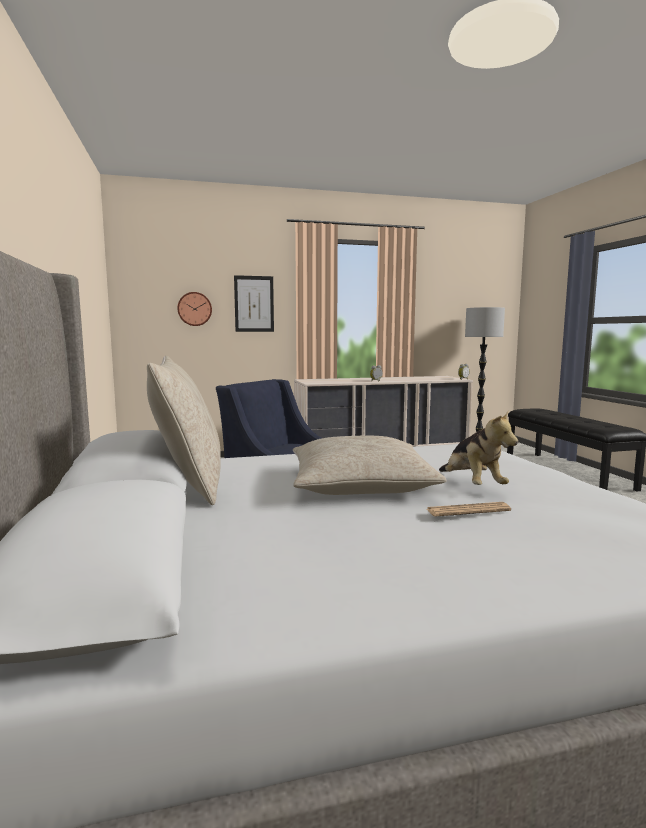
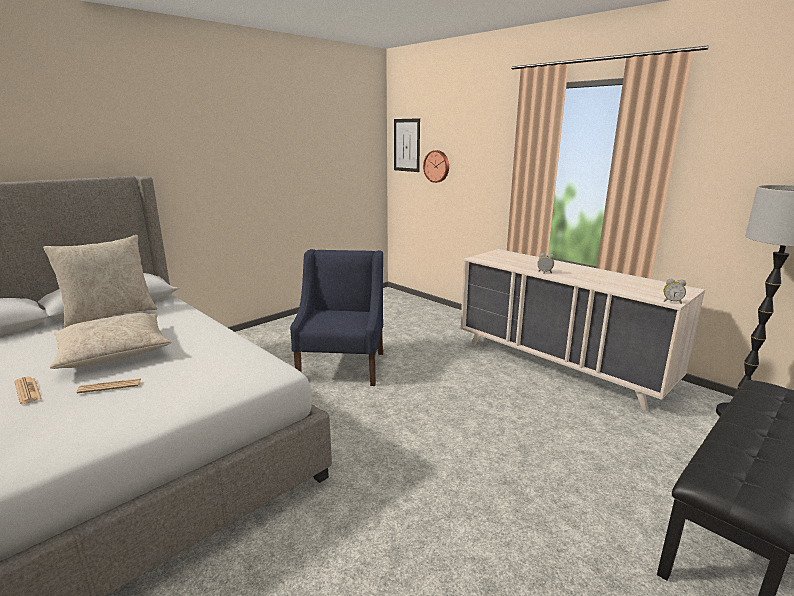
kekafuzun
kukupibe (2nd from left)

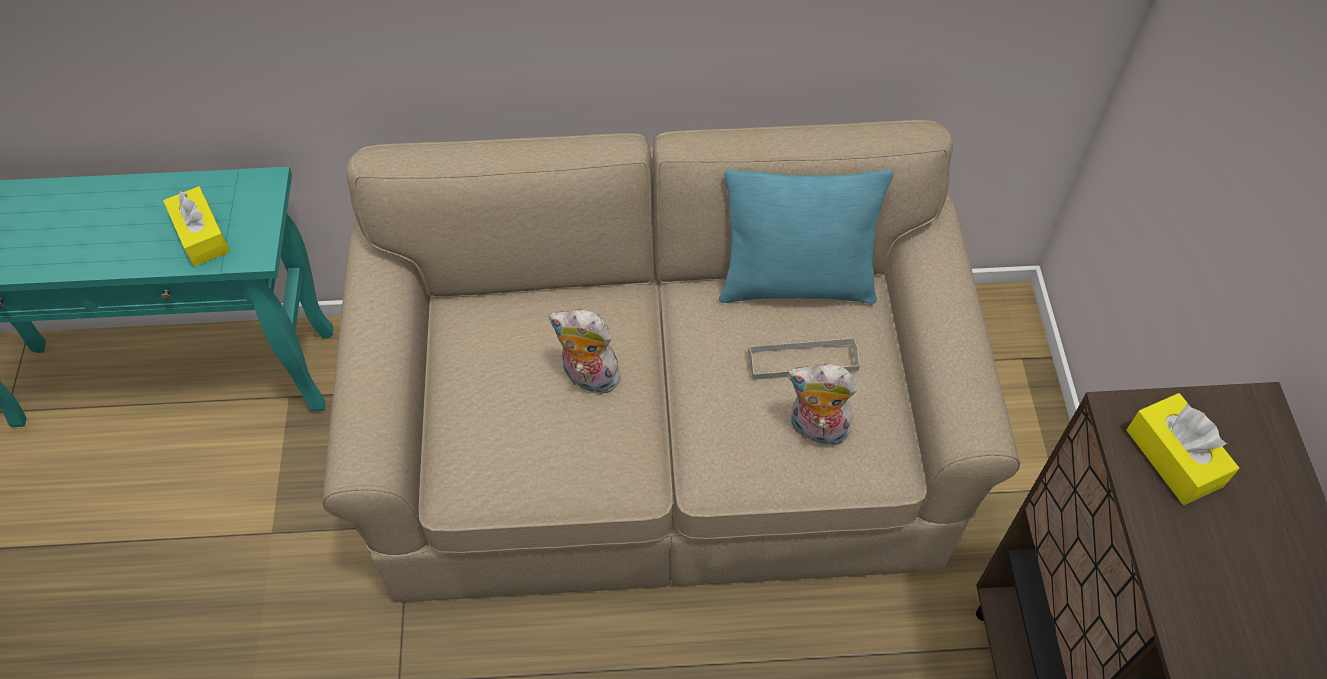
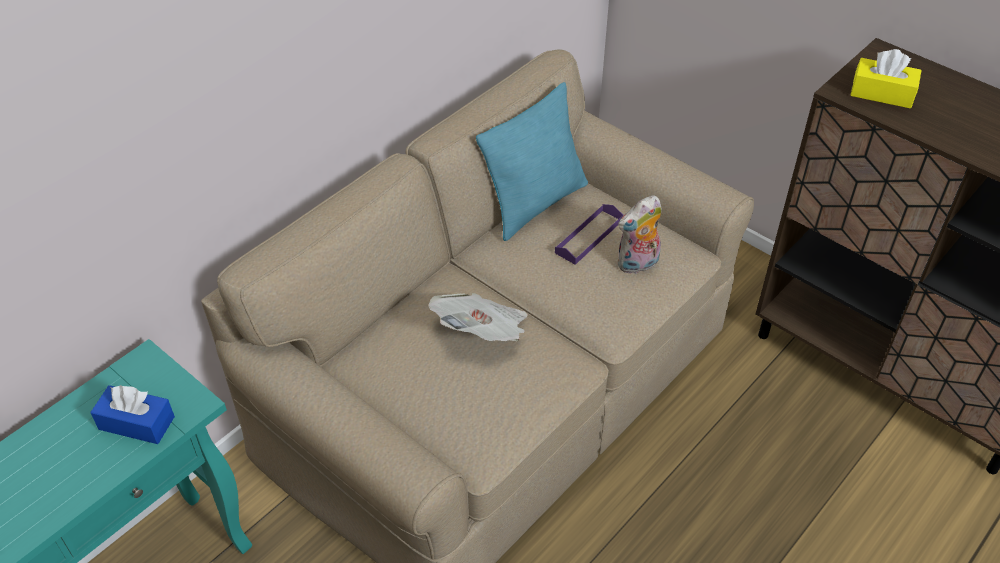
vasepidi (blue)
kukupibe
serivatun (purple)

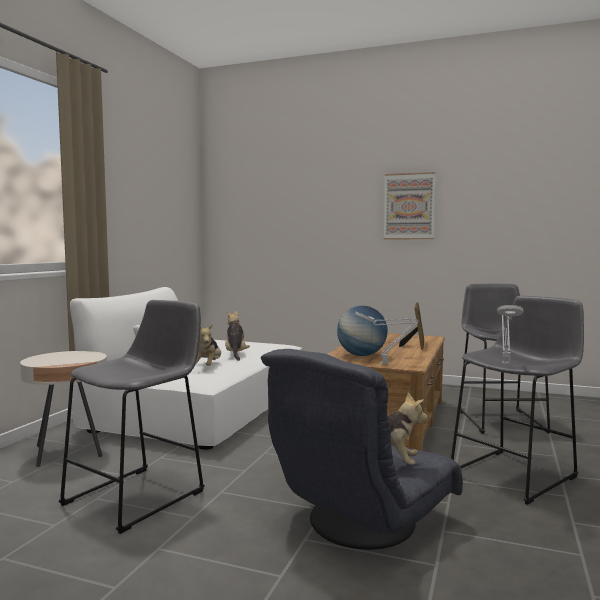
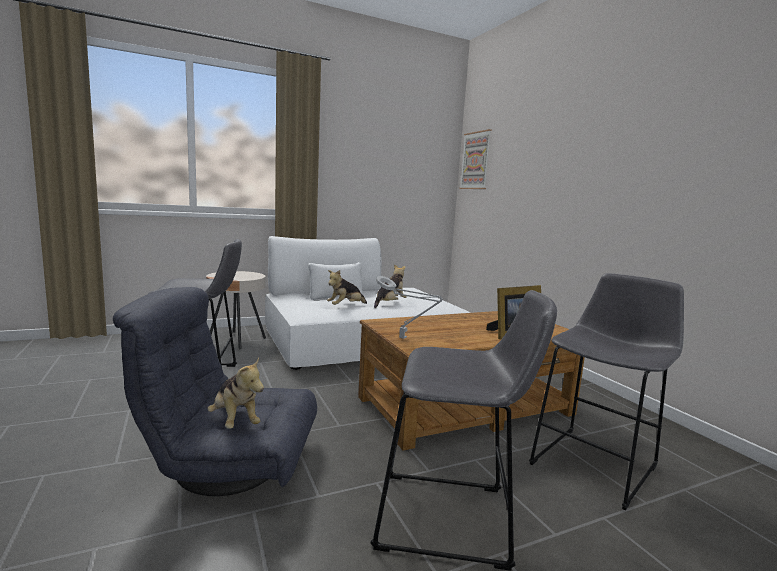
kekafuzun
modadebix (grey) (2nd from left in the first image)
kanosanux

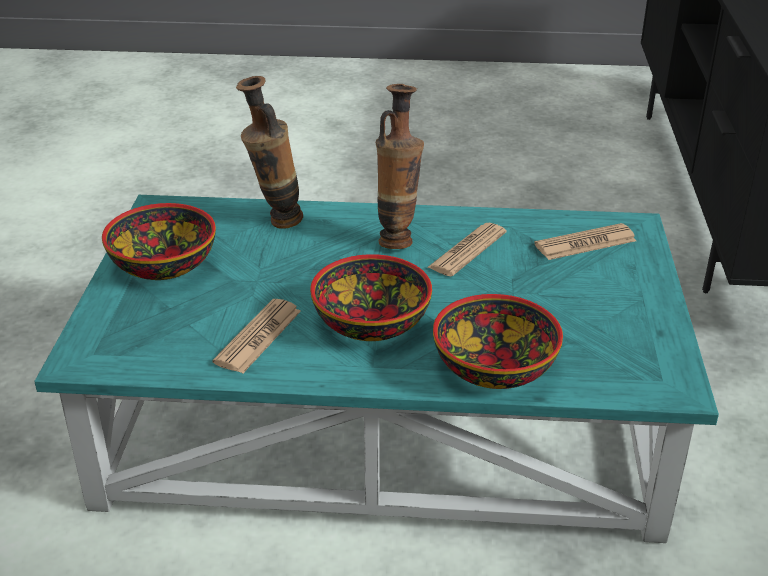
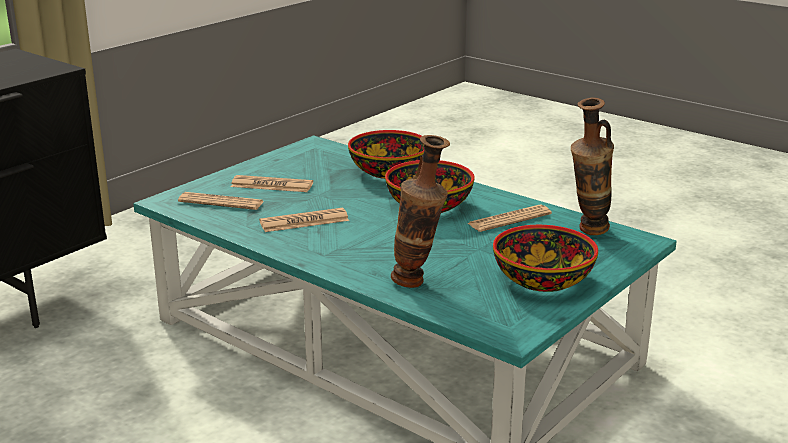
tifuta (2nd from left)
kukupibe (2nd from left)

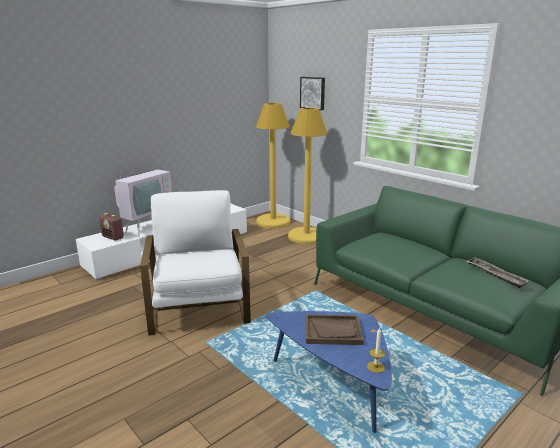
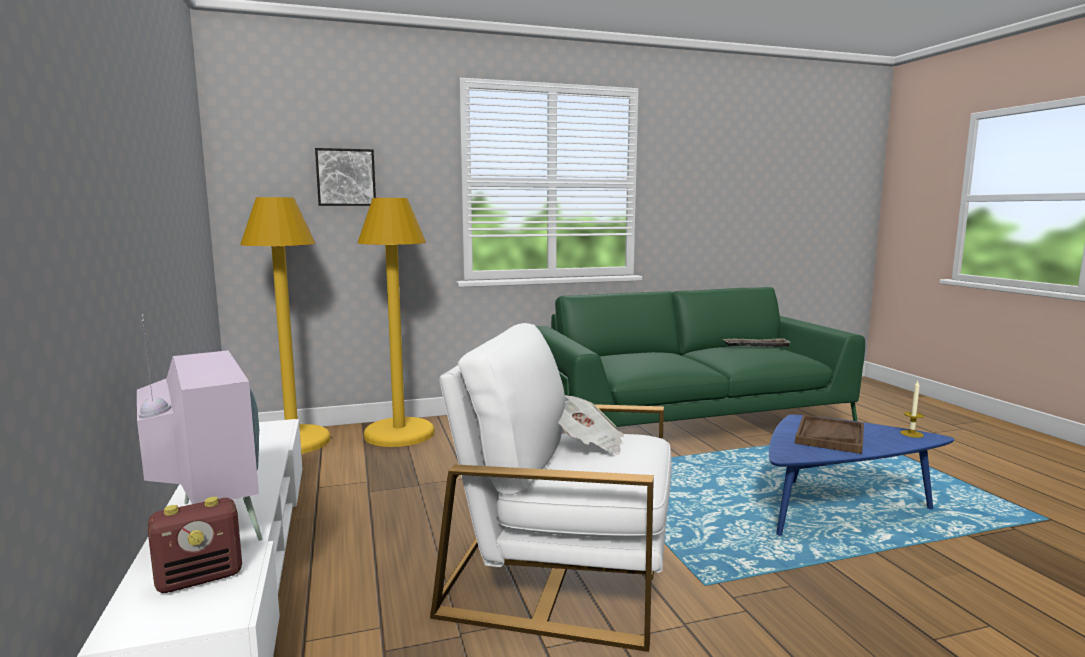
kukupibe

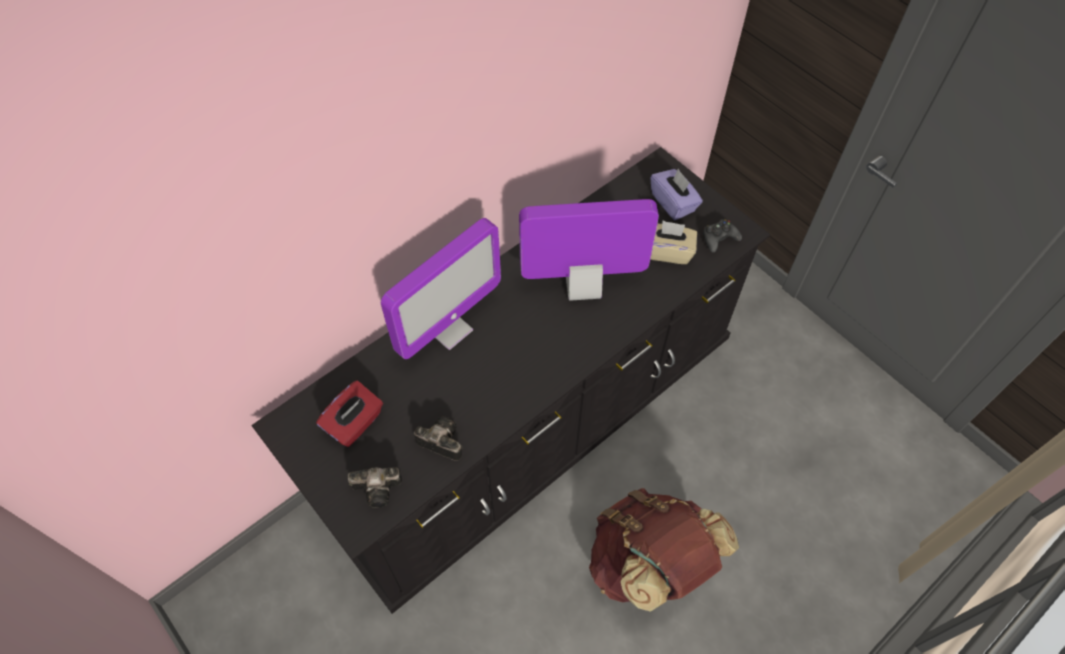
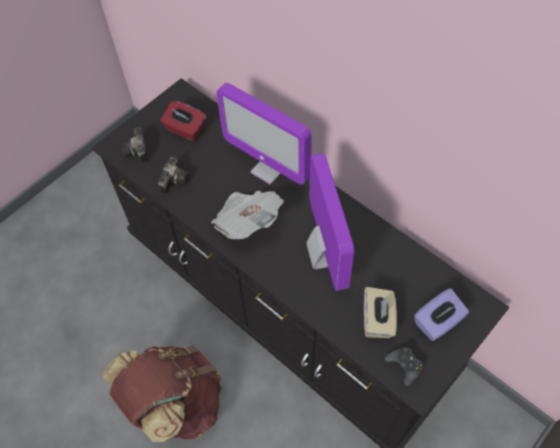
kukupibe

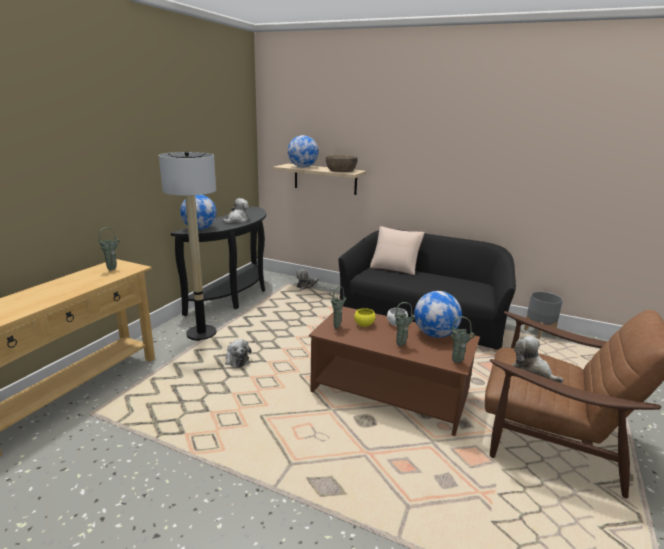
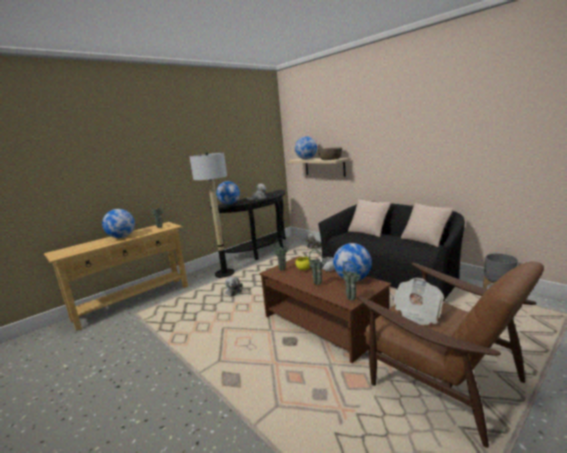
kukupibe
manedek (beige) (2nd from left)
kanosanux (1st from left)

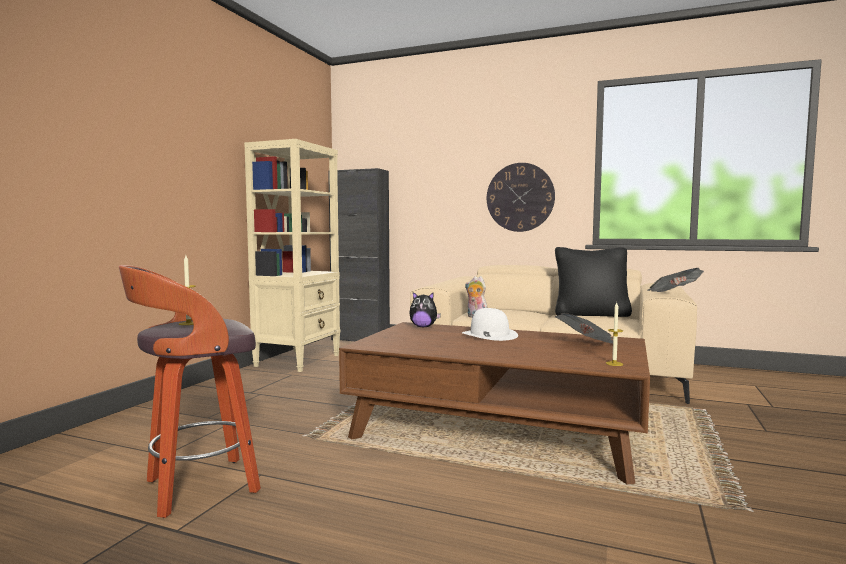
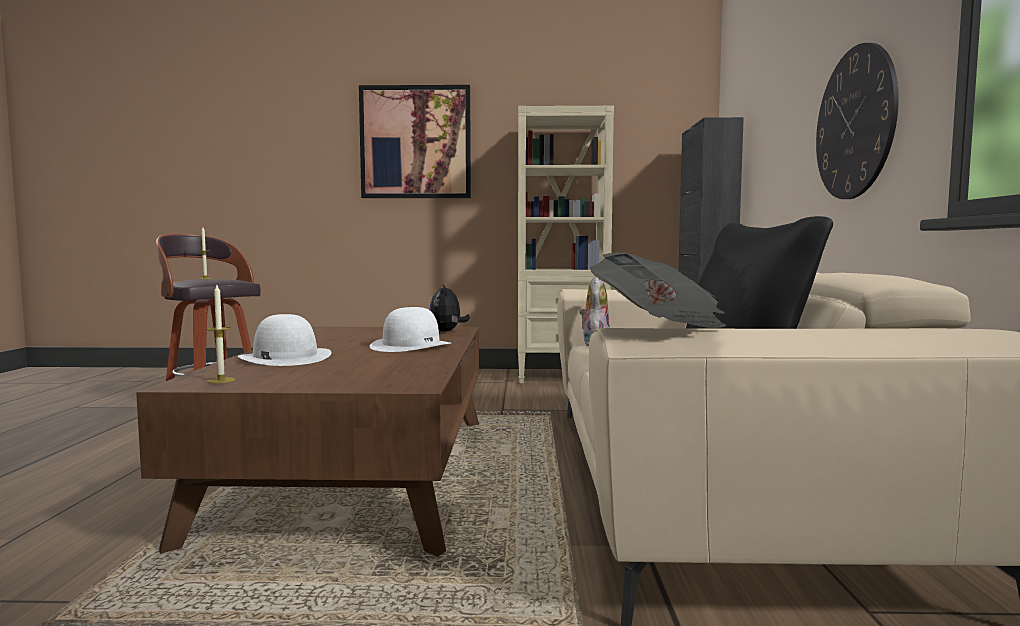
kukupibe (1st from left in the first image)
kekafuzun
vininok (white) (1st from left)

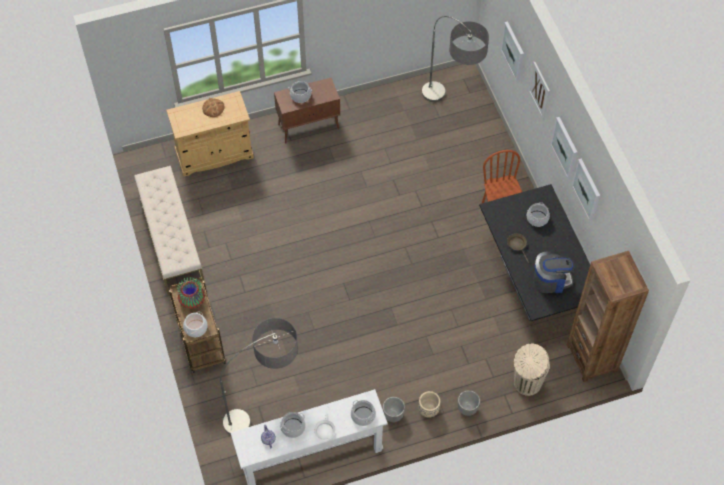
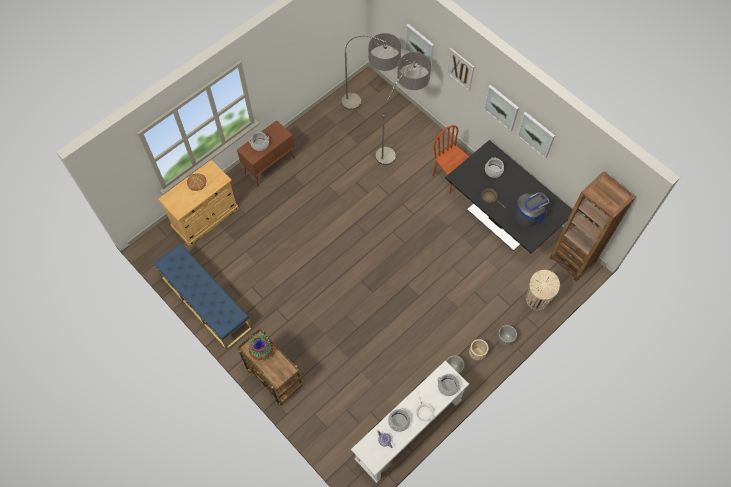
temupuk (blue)
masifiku (1st from left in the first image)
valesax (2nd from left)

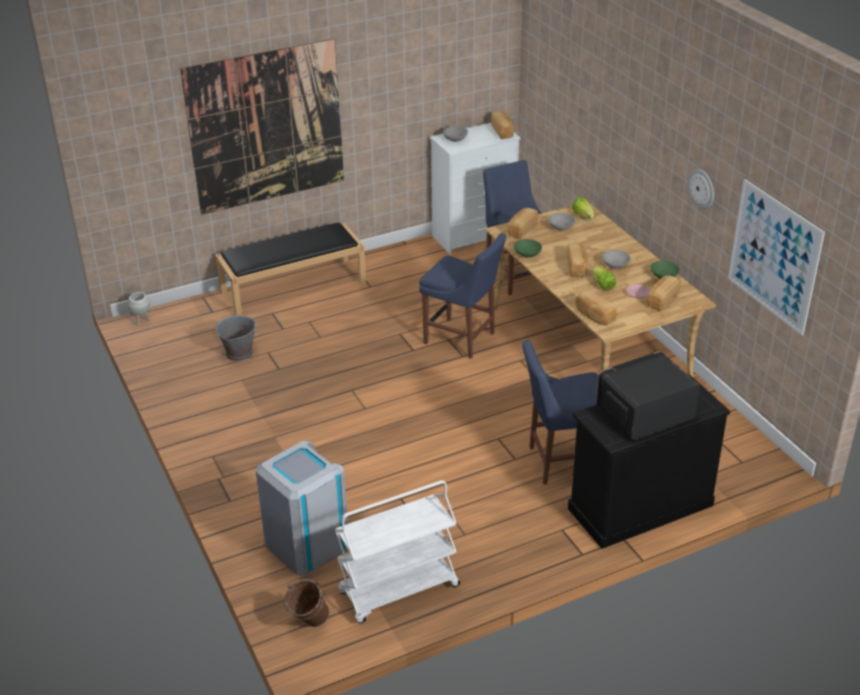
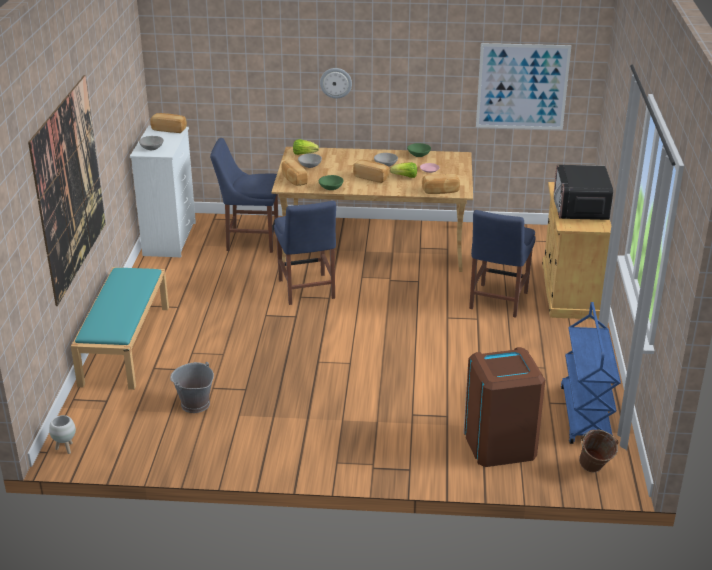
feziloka
temupuk (turquoise)
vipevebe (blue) (2nd from left)
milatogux (5th from left in the first image)
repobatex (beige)
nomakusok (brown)
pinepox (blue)

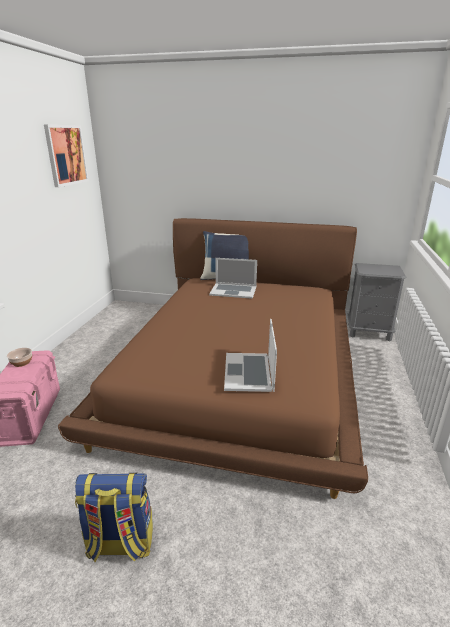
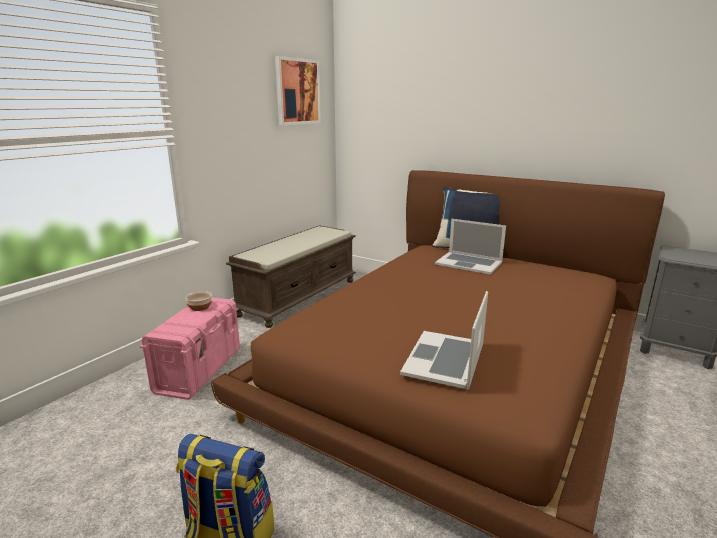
temupuk (brown)

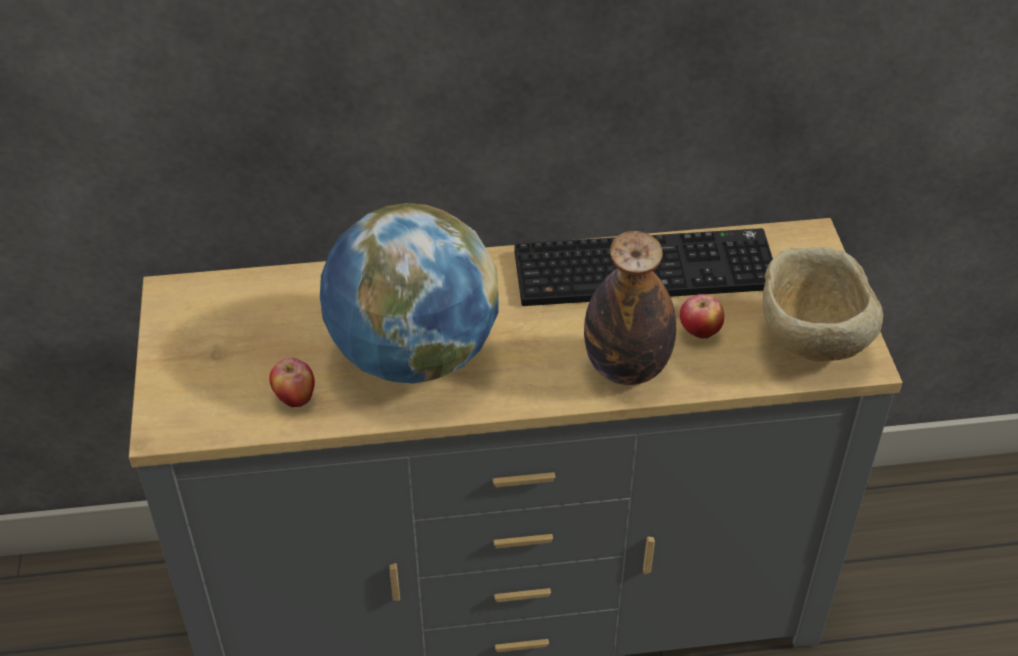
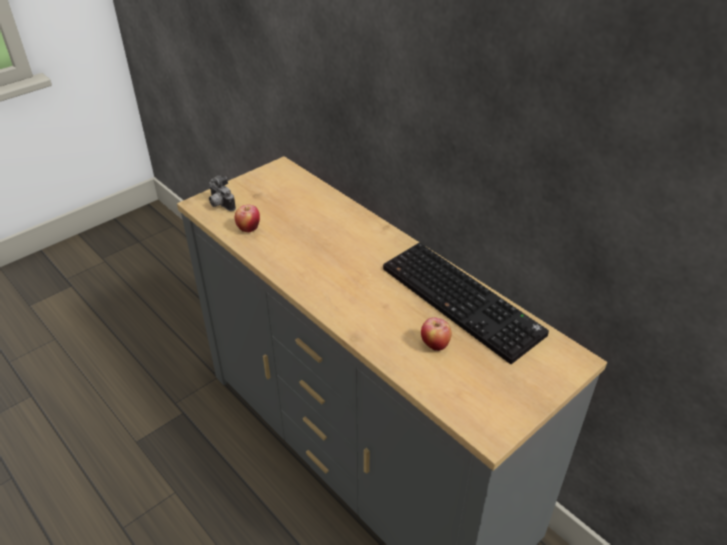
kanosanux
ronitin
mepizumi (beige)
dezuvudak

